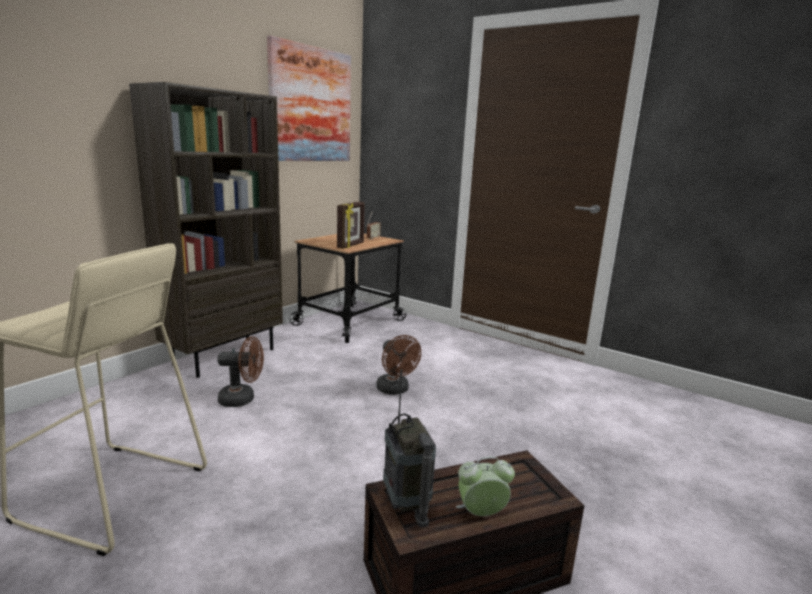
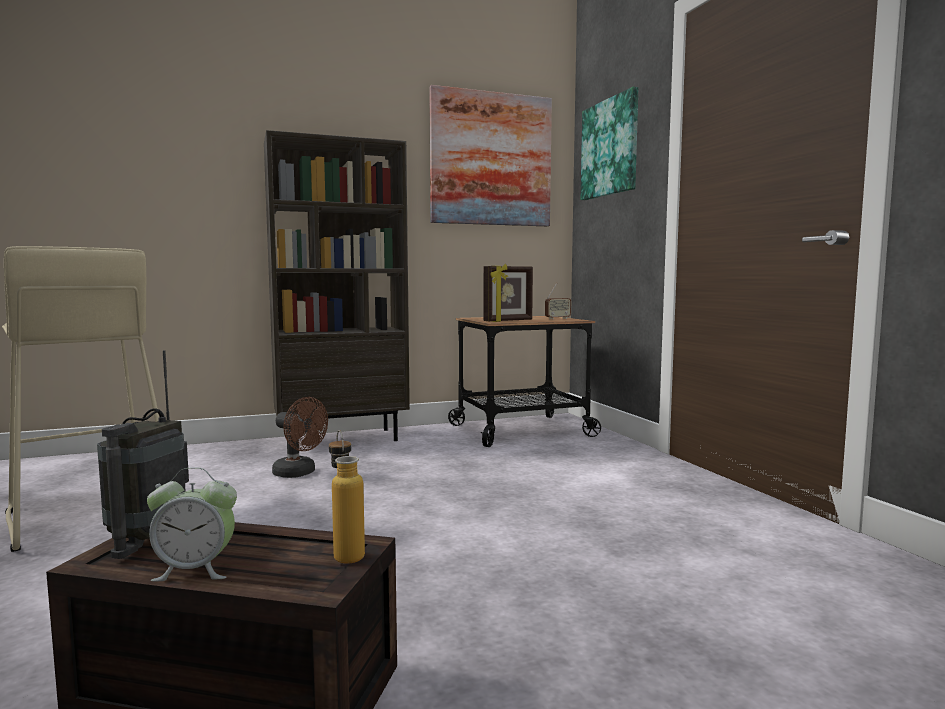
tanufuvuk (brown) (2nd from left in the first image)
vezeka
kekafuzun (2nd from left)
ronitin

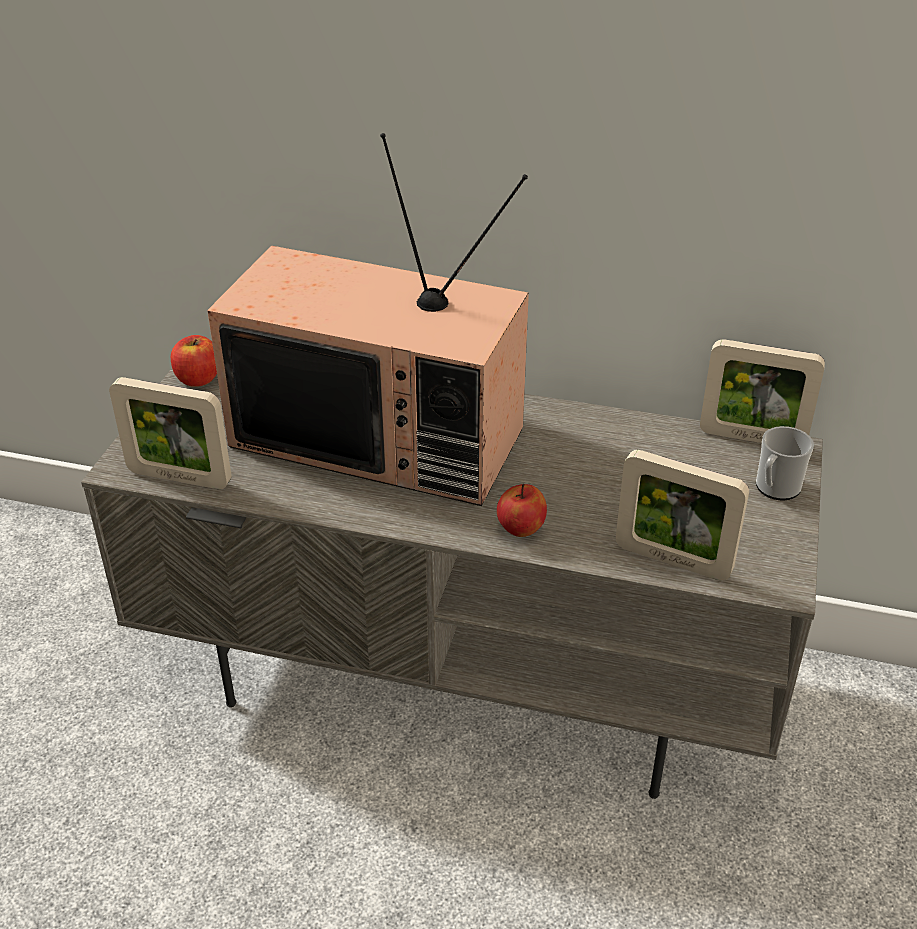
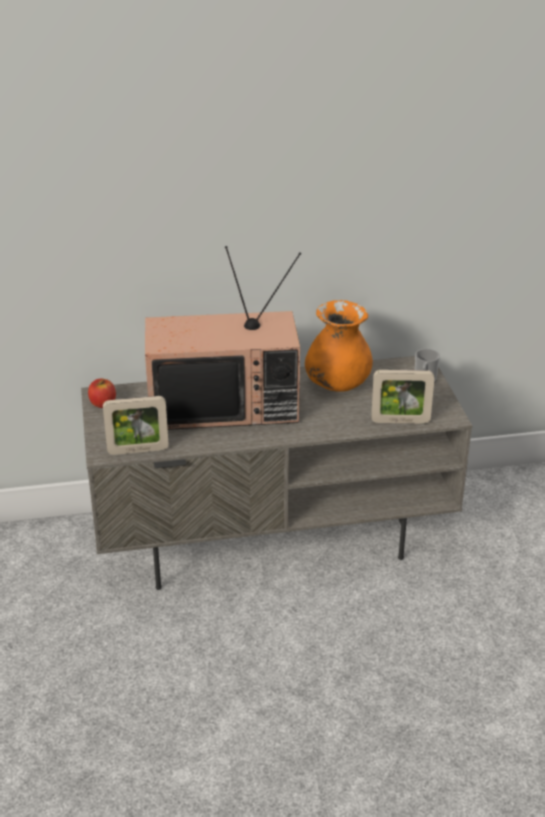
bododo (3rd from left in the first image)
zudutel (2nd from left in the first image)
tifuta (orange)

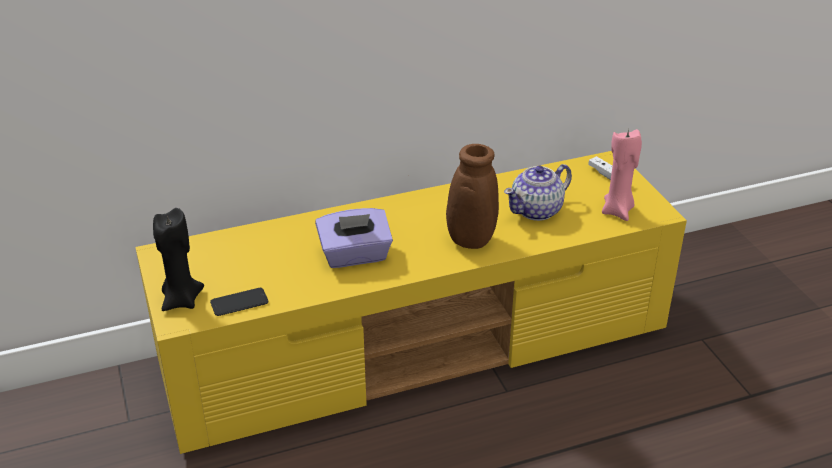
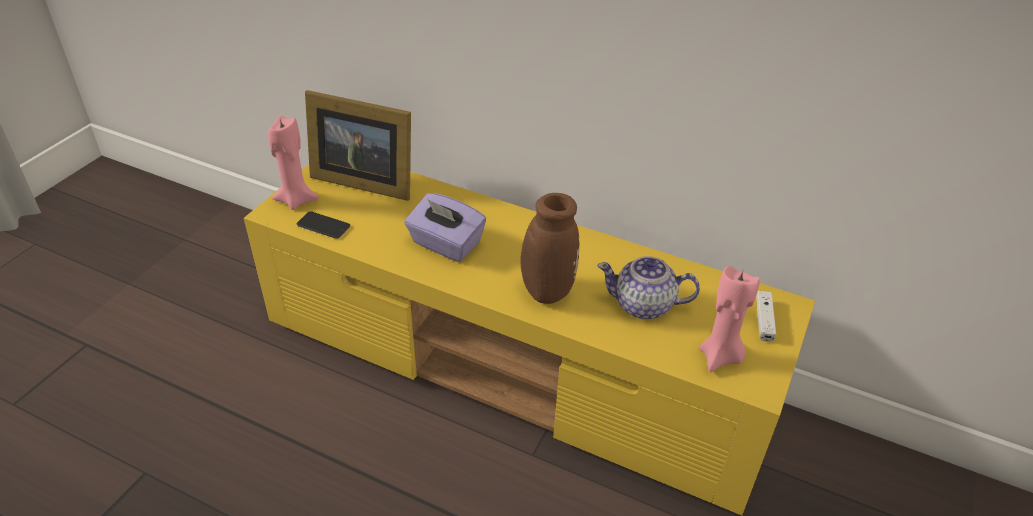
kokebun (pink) (1st from left)
bododo

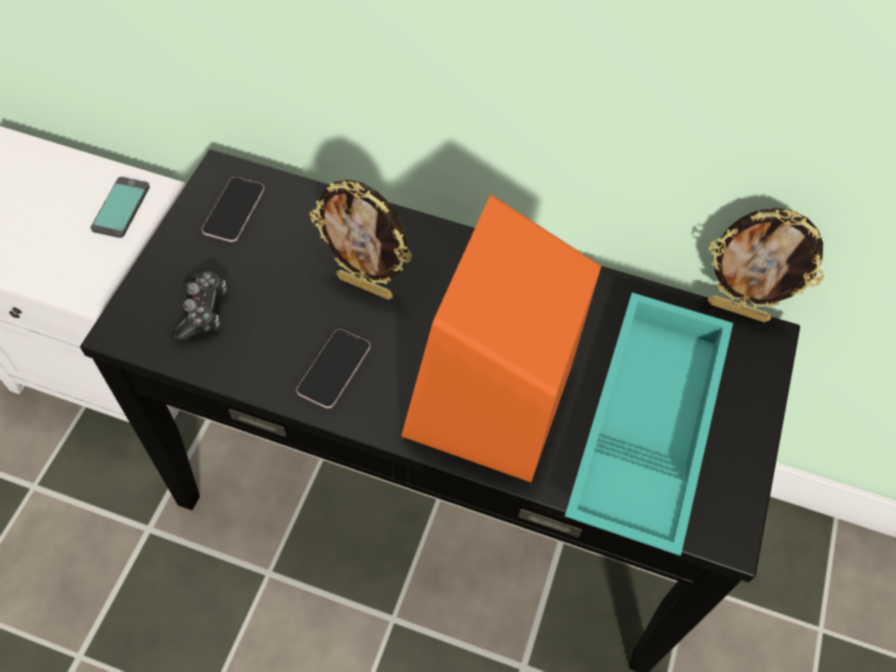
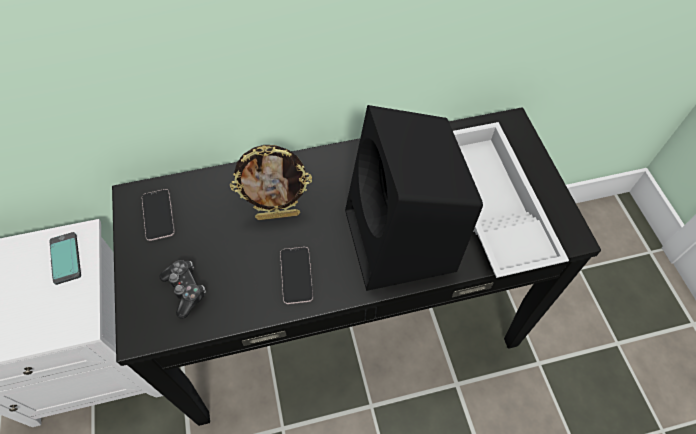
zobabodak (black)
bododo (2nd from left in the first image)
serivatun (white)

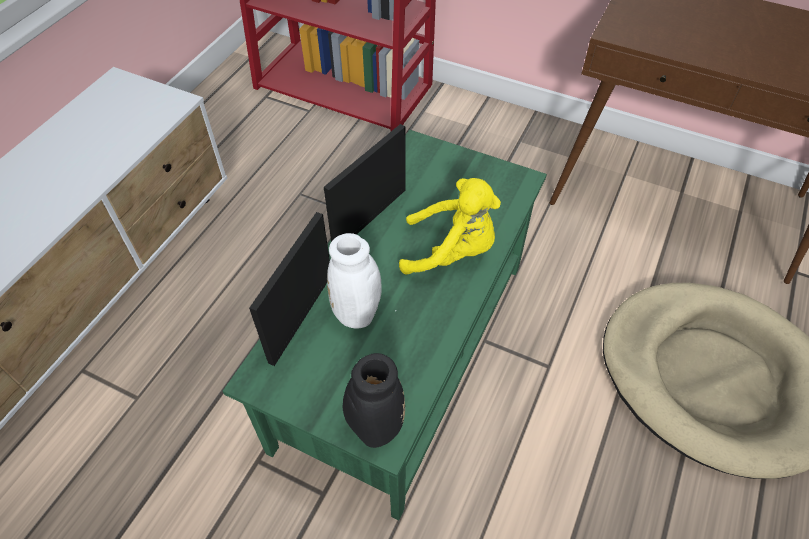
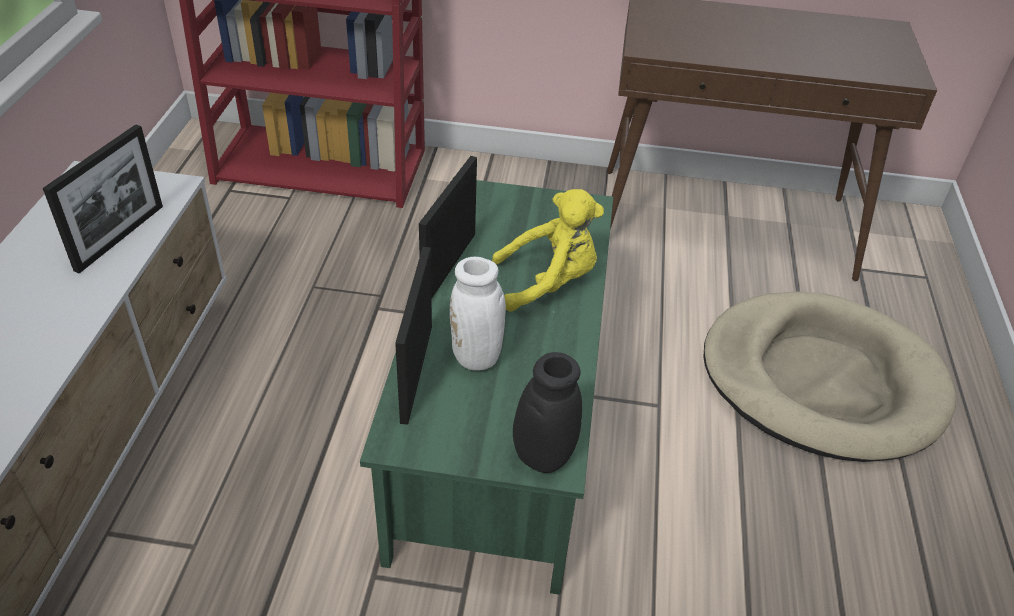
bododo (1st from left)

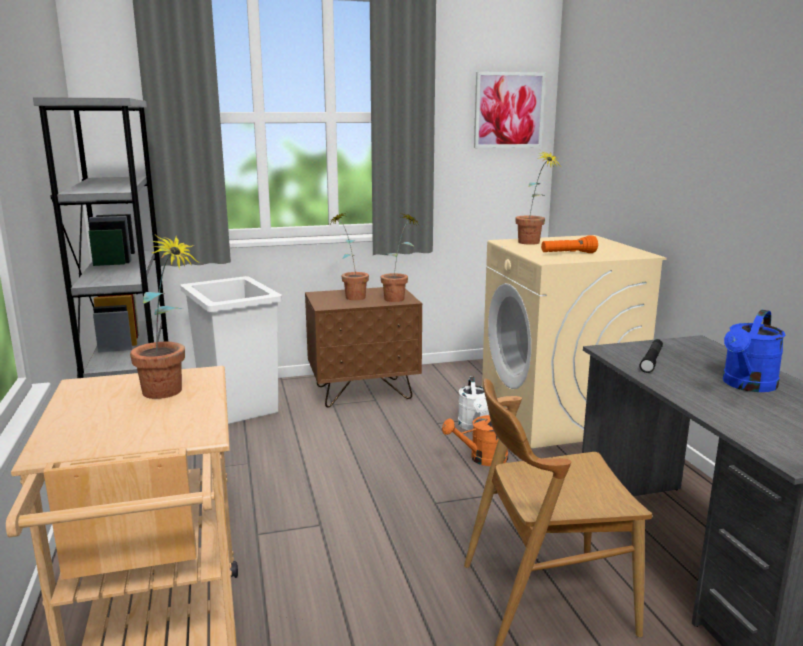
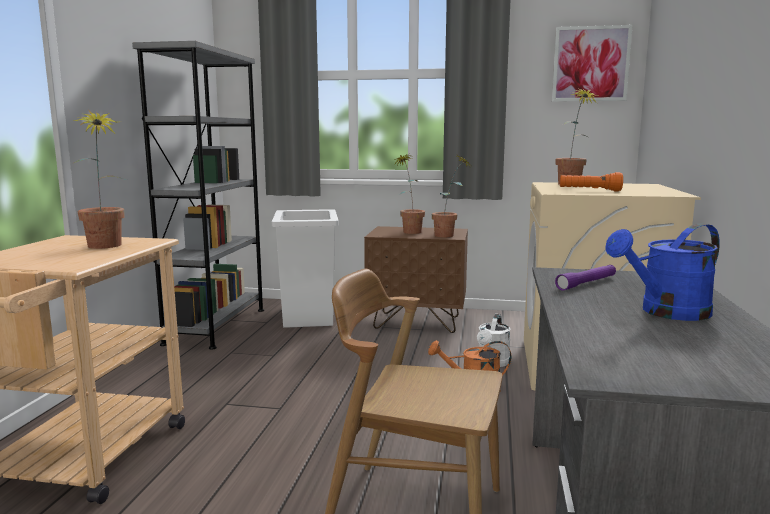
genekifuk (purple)

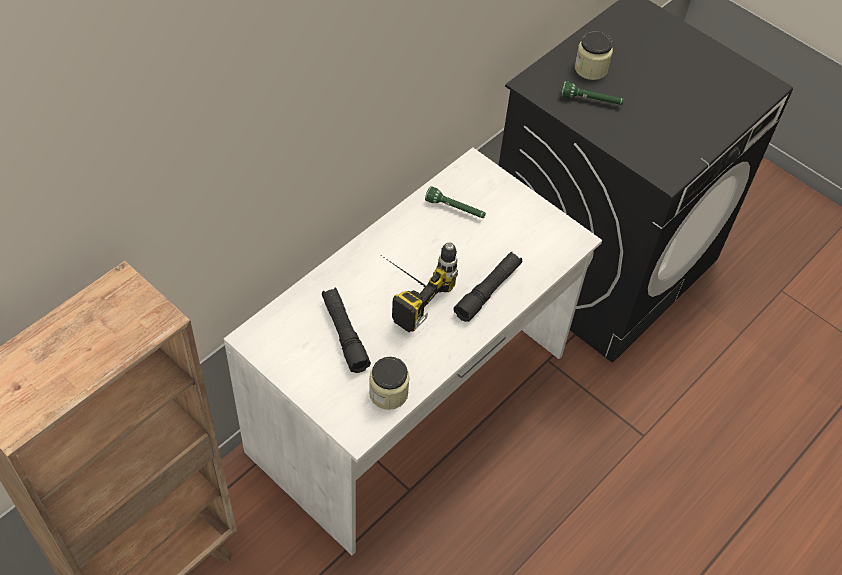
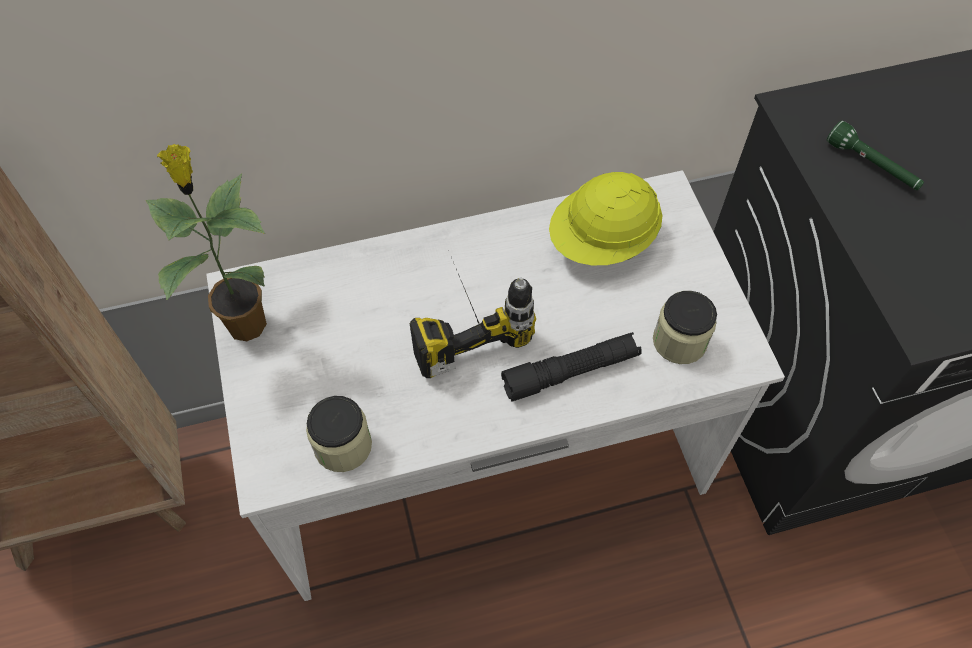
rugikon (2nd from left)
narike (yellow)
genekifuk (black) (1st from left in the first image)
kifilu

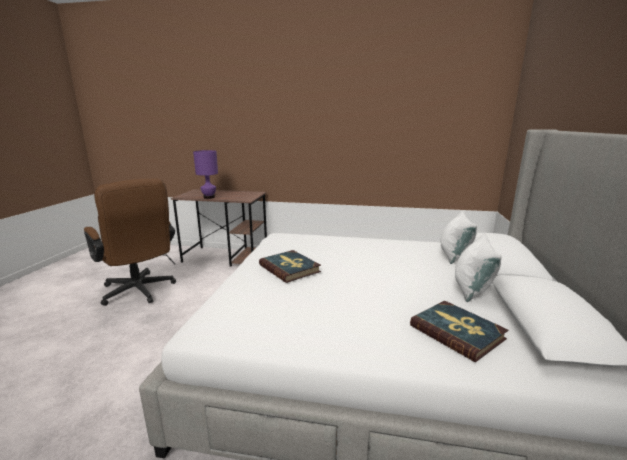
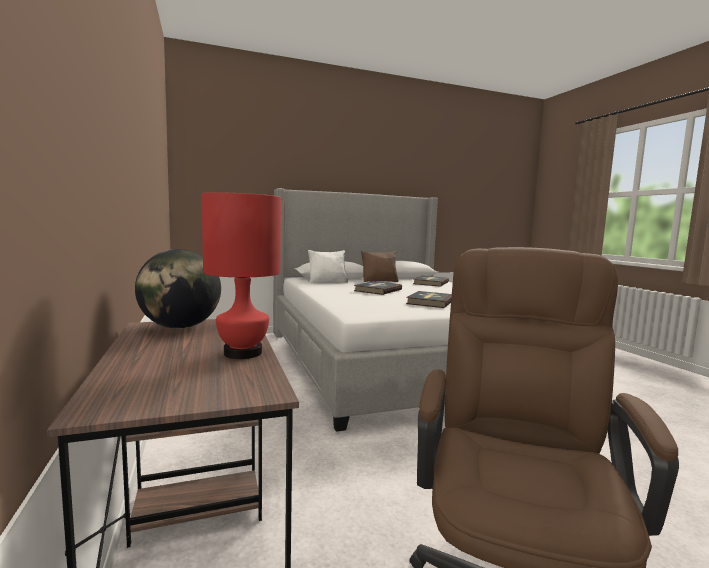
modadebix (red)
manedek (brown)
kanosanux
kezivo (1st from left)

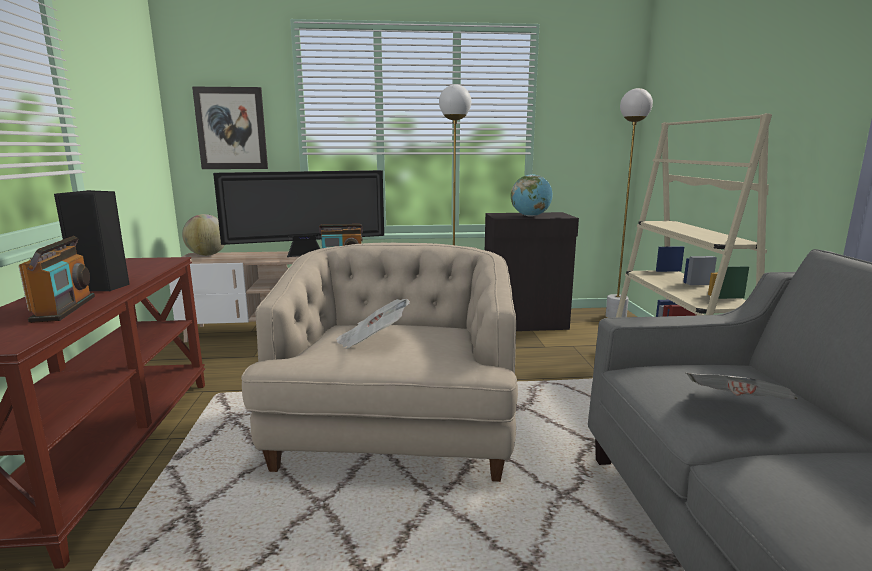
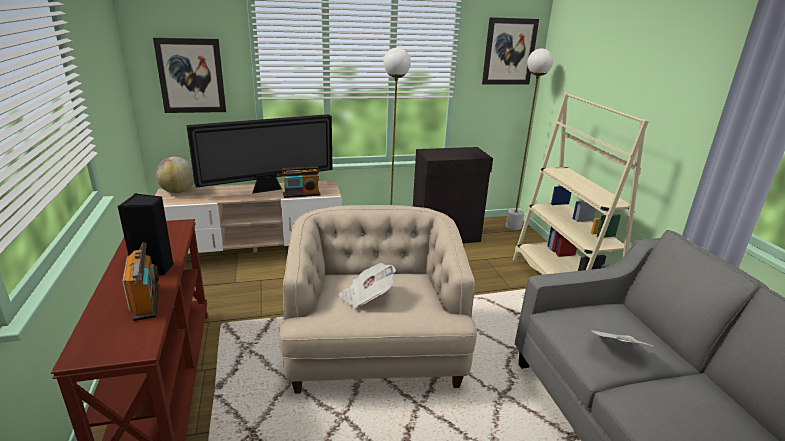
kanosanux (2nd from left in the first image)
kekafuzun (2nd from left)

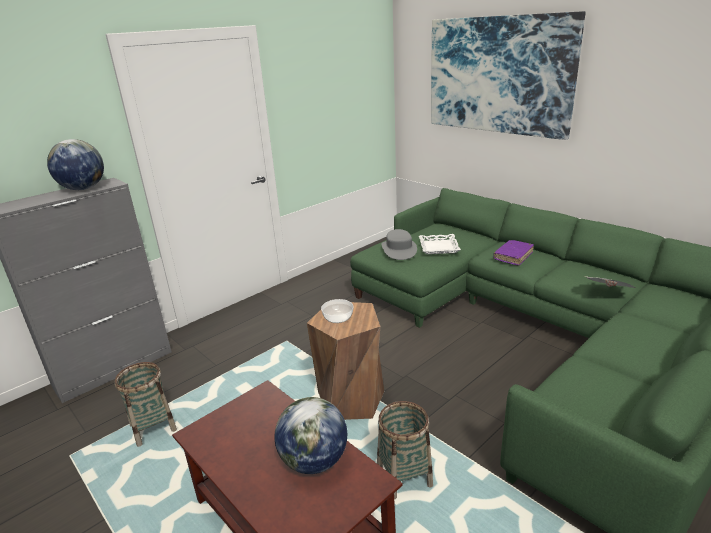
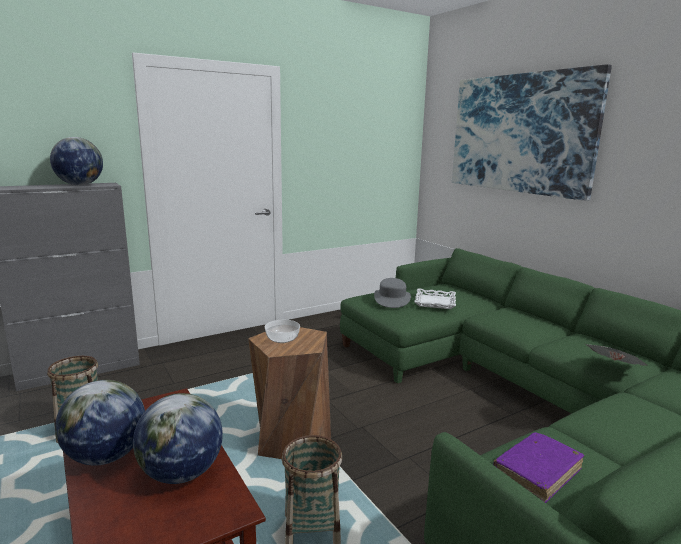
kezivo (purple)
kanosanux (2nd from left)

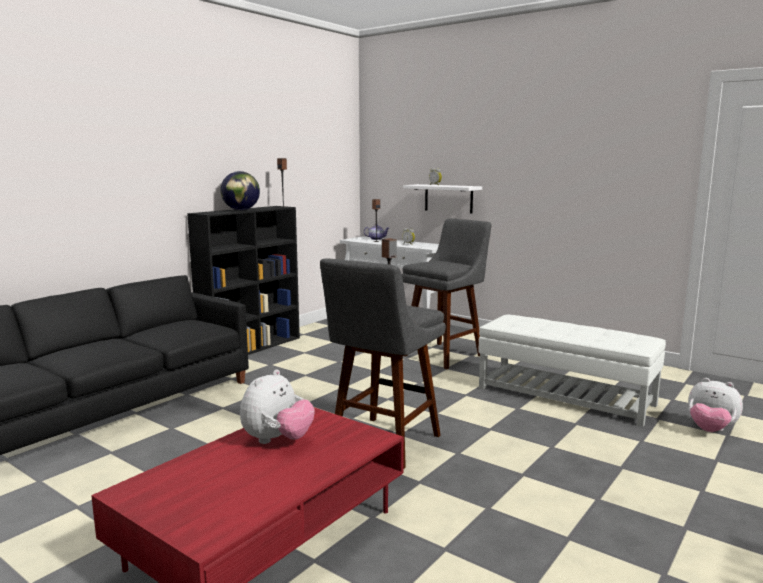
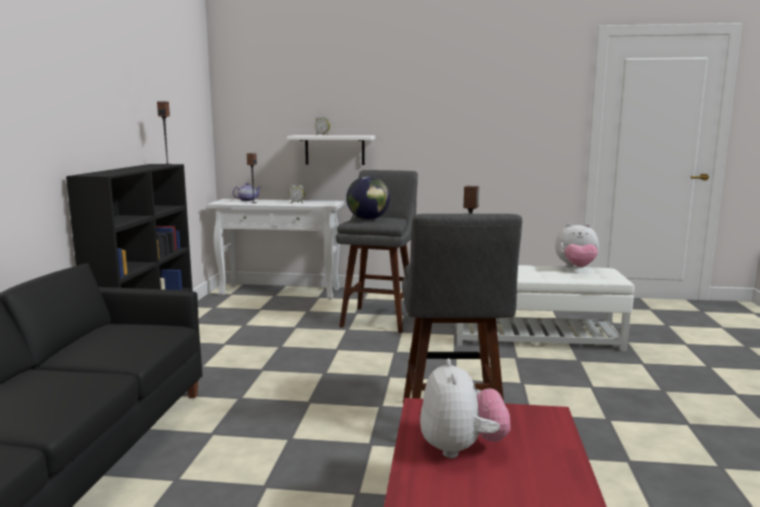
kanosanux
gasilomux (2nd from left)

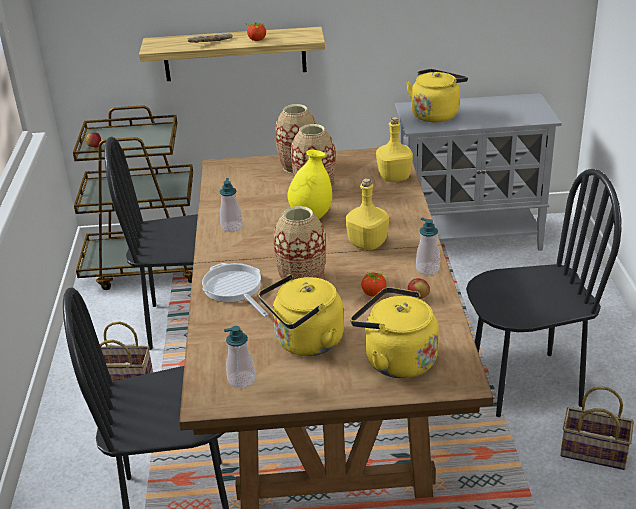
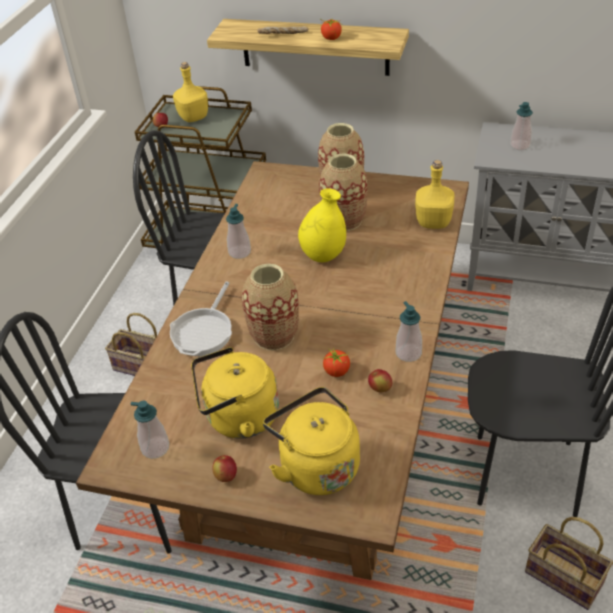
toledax (4th from left)
ronitin (yellow) (1st from left)
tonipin
zudutel (2nd from left)

